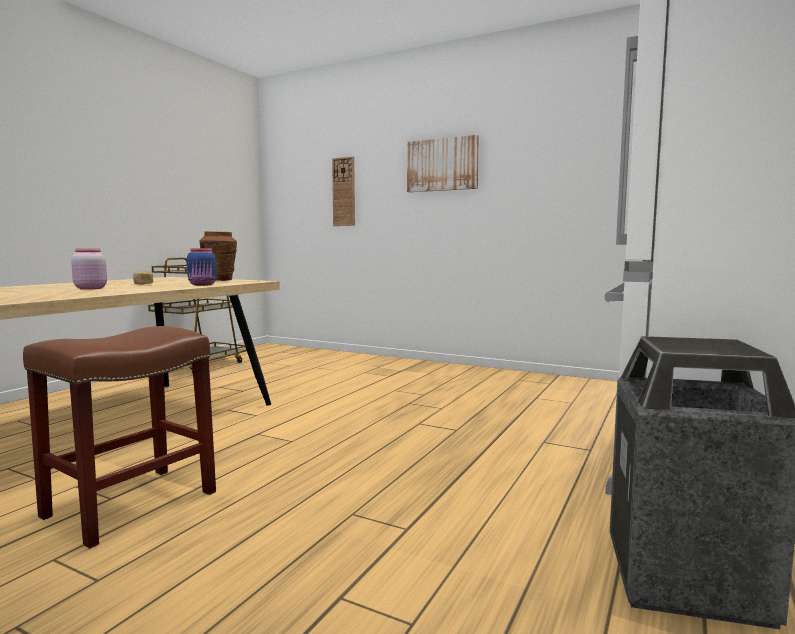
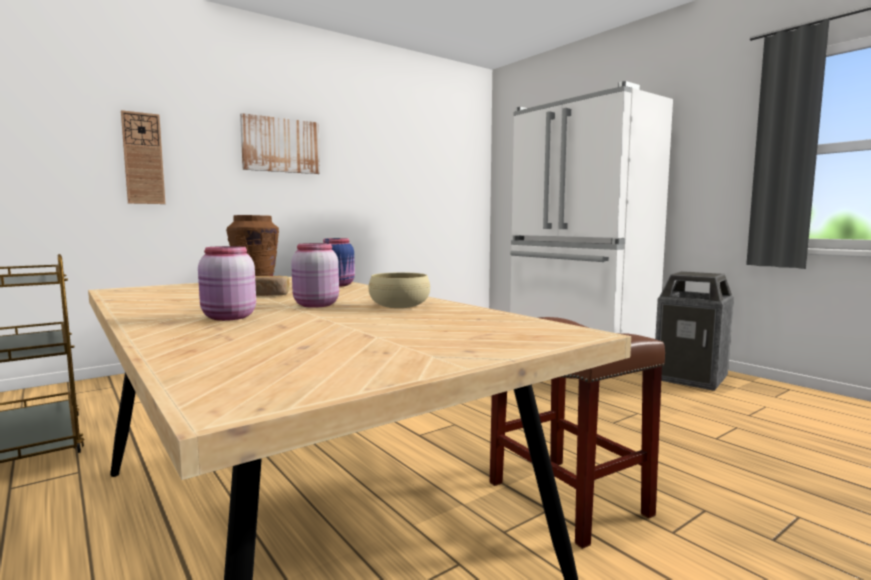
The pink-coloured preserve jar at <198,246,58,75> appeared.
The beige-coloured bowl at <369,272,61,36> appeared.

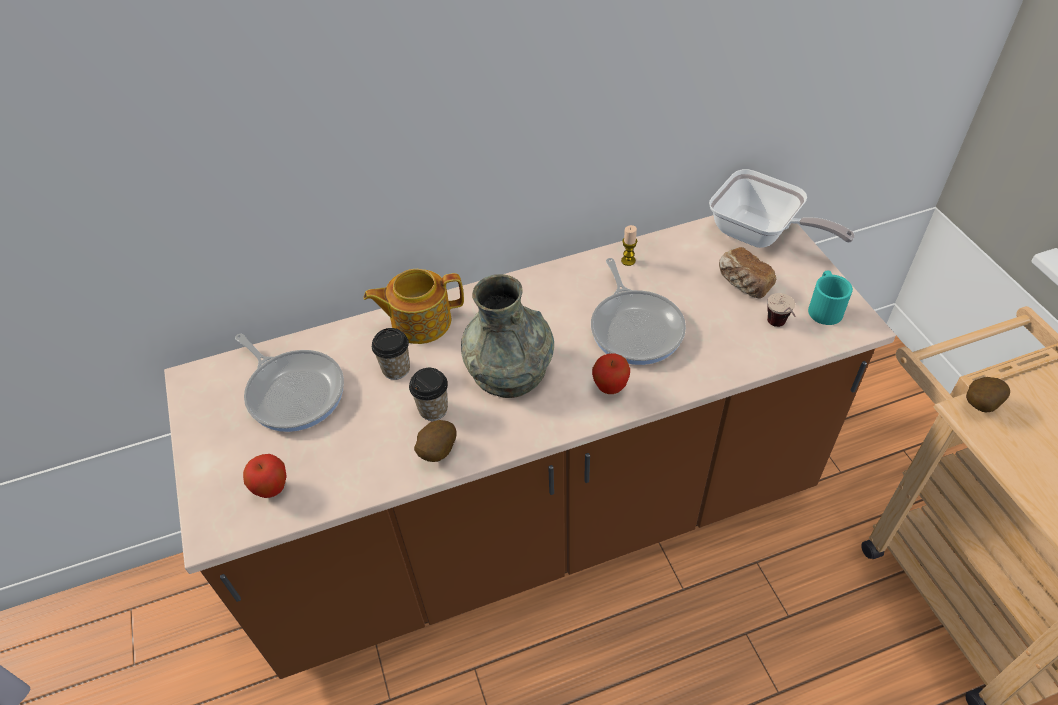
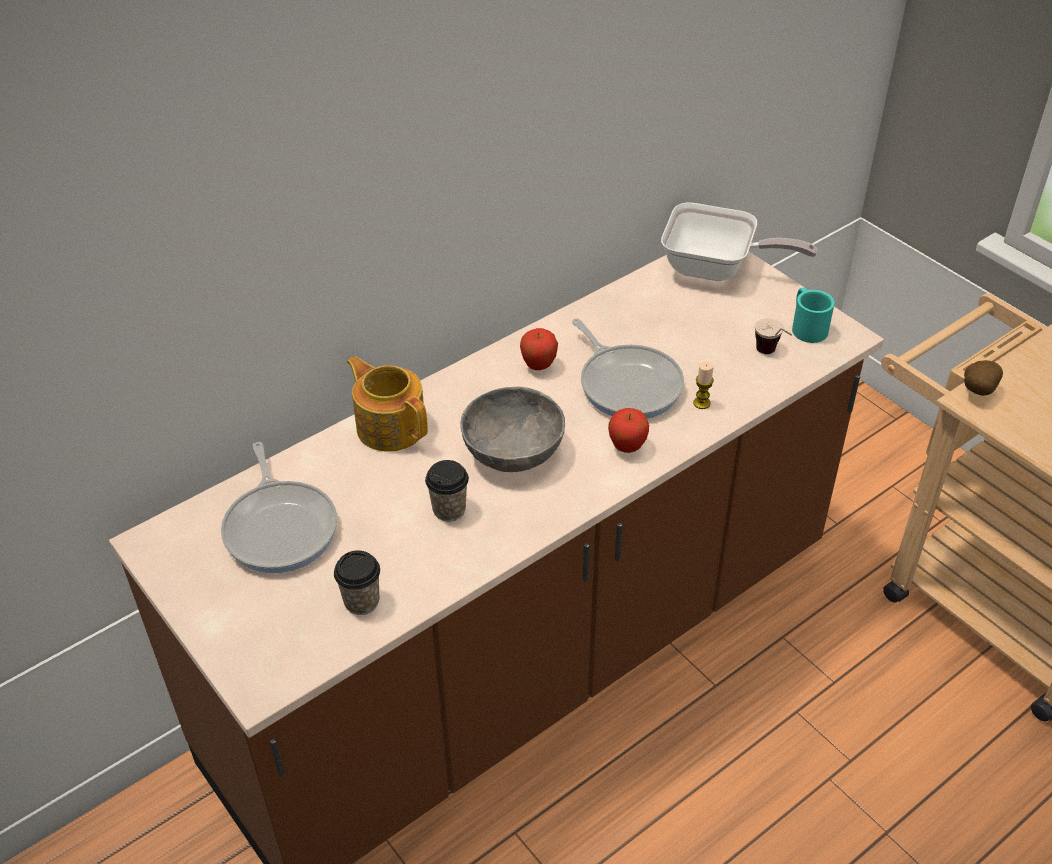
The spud at <414,420,42,42> disappeared.
The bakery bread at <719,247,57,52> disappeared.
The apple moved from <243,454,44,44> to <520,328,38,42>.
The drinking cup moved from <372,328,38,52> to <334,550,46,65>.
The candle moved from <621,225,16,41> to <693,361,21,48>.
The greyish vase at <461,274,93,124> was replaced by the greyish bowl at <460,387,105,85>.
The skillet at <235,334,109,98> turned 45 degrees clockwise.
The teapot at <364,269,100,75> turned 75 degrees clockwise.

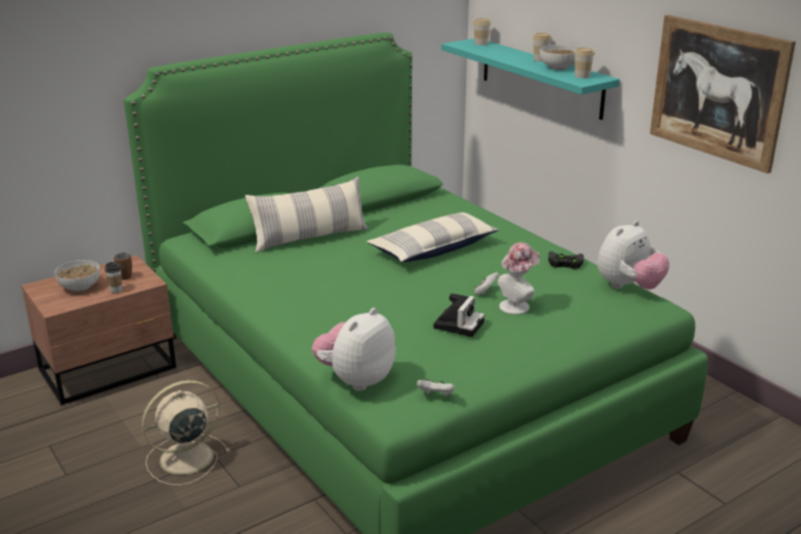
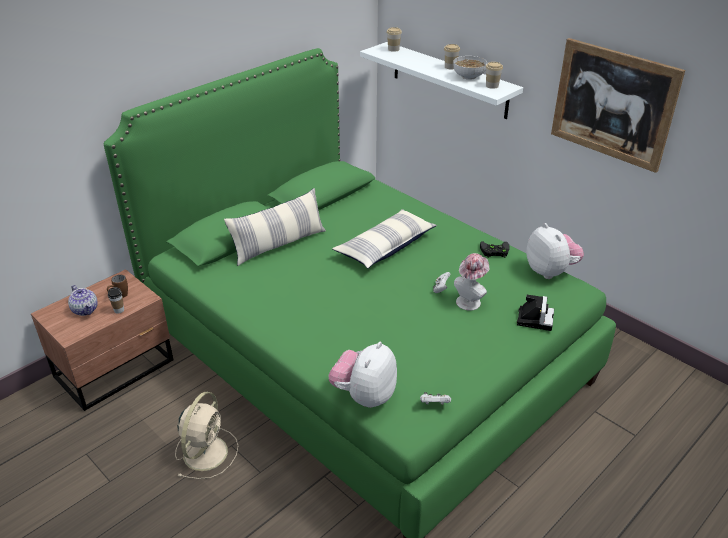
The photo camera moved from <433,293,52,44> to <517,295,37,36>.
The bowl at <55,260,45,32> was replaced by the teapot at <68,285,30,31>.
The turquoise-coloured shelf at <441,38,179,82> became the white-coloured shelf at <360,42,163,77>.
The beige-coloured cooling fan at <142,380,89,106> turned 150 degrees clockwise.
The soft toy at <597,220,73,70> turned 60 degrees counterclockwise.

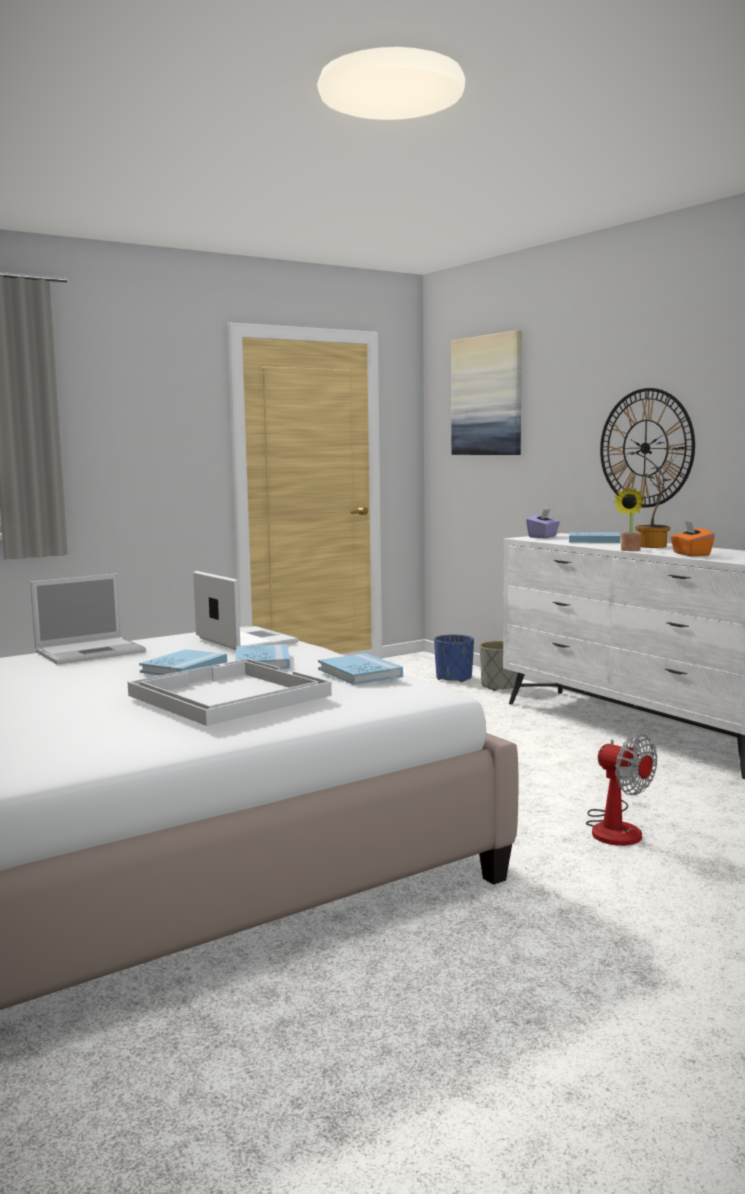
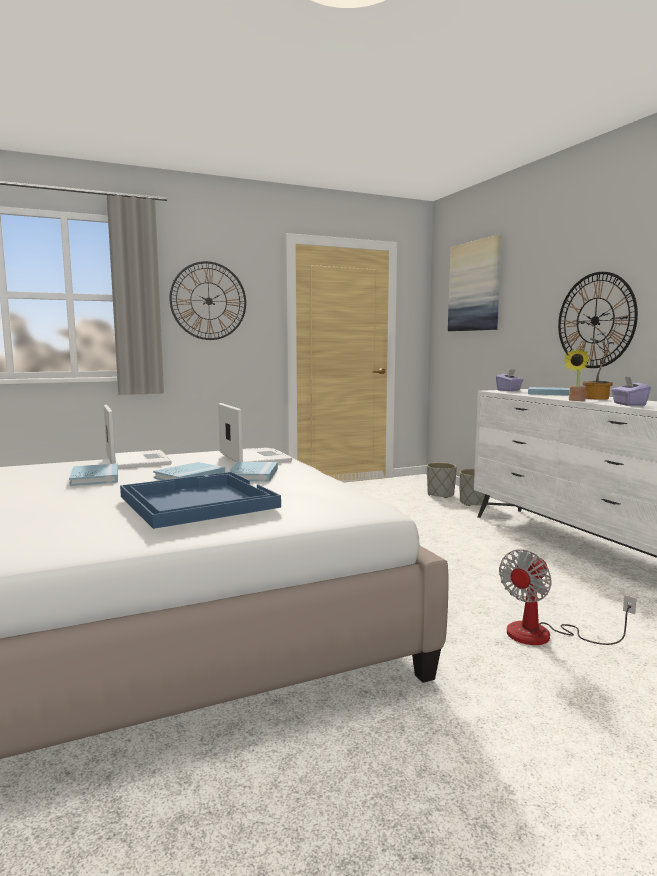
The hanging clock at <169,261,77,79> appeared.
The blue bound book moved from <318,653,85,32> to <69,463,49,23>.
The white-coloured carrying tray at <128,659,204,67> became the blue carrying tray at <120,472,161,57>.
The blue plant pot at <434,635,40,47> became the greyish plant pot at <427,463,30,35>.
The orange-coloured box of tissues at <670,521,45,35> became the purple-coloured box of tissues at <611,376,40,30>.
The notebook computer at <30,573,116,91> turned 90 degrees counterclockwise.
The cooling fan at <586,734,71,112> turned 75 degrees clockwise.

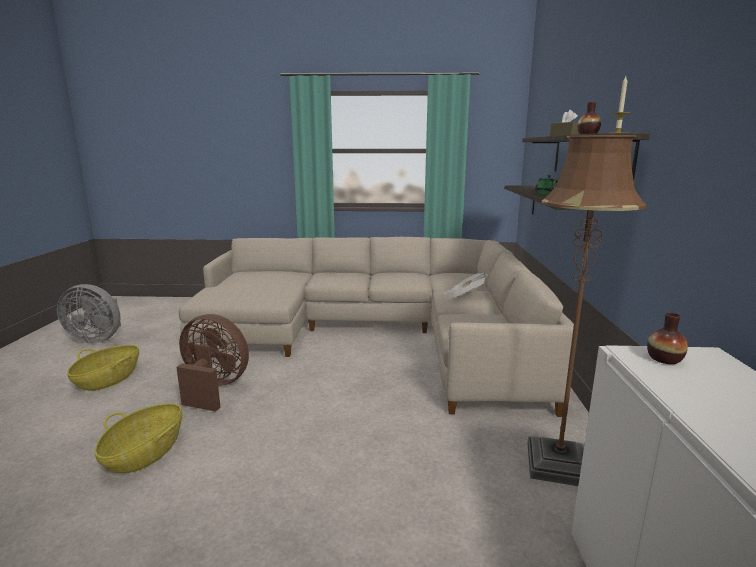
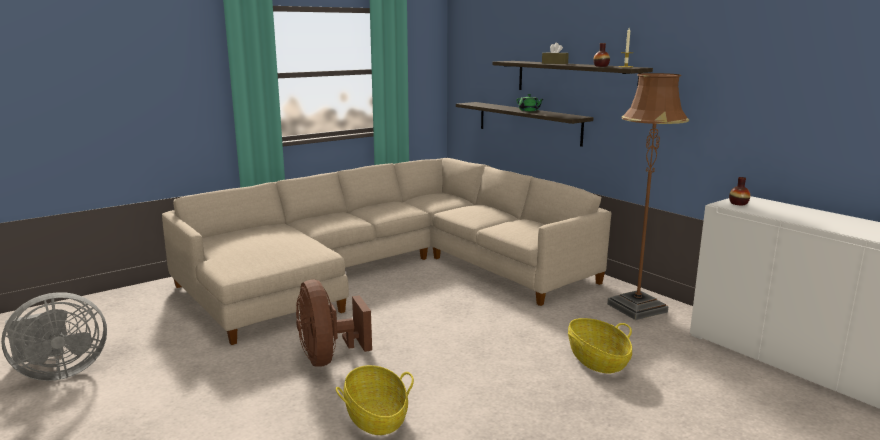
The daily paper at <443,273,45,26> disappeared.
The household basket moved from <67,345,72,46> to <568,318,64,55>.
The brown-coloured cooling fan at <176,314,73,98> turned 90 degrees counterclockwise.

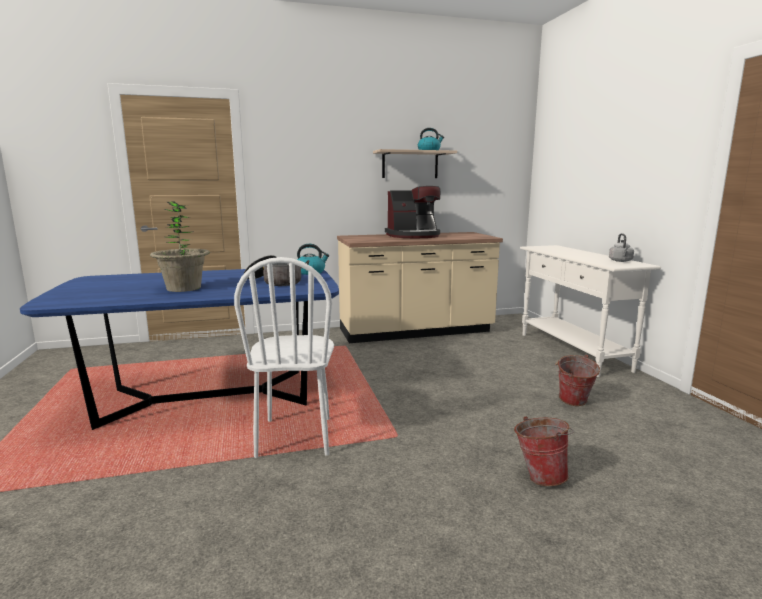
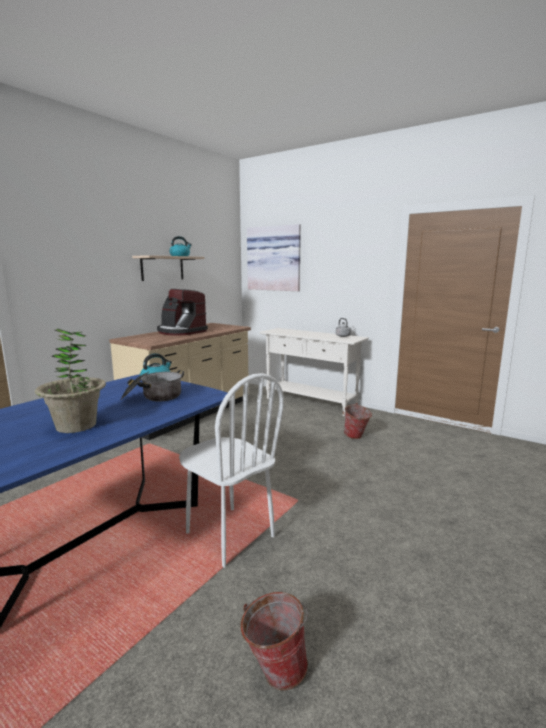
The wall picture at <247,224,54,67> appeared.
The water bucket moved from <514,416,59,70> to <241,592,67,98>.
The coffee machine at <385,186,55,52> turned 90 degrees clockwise.

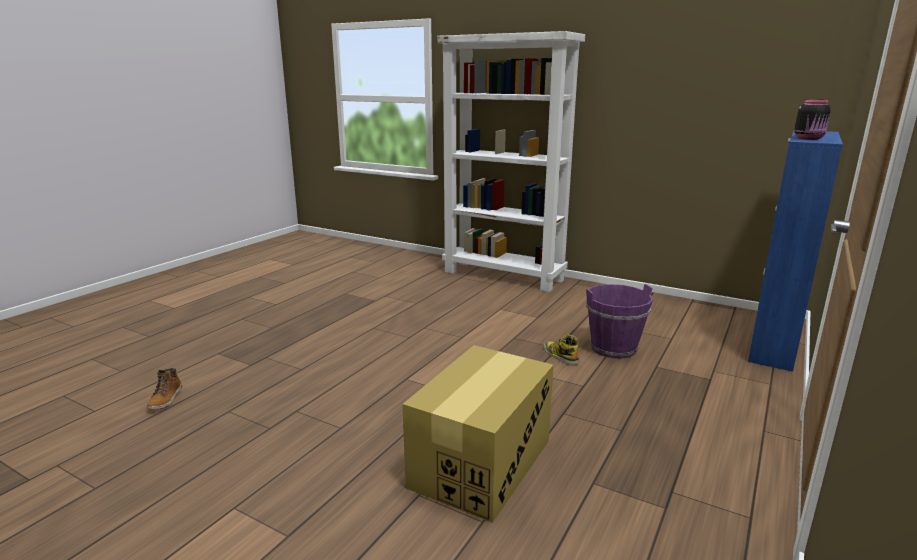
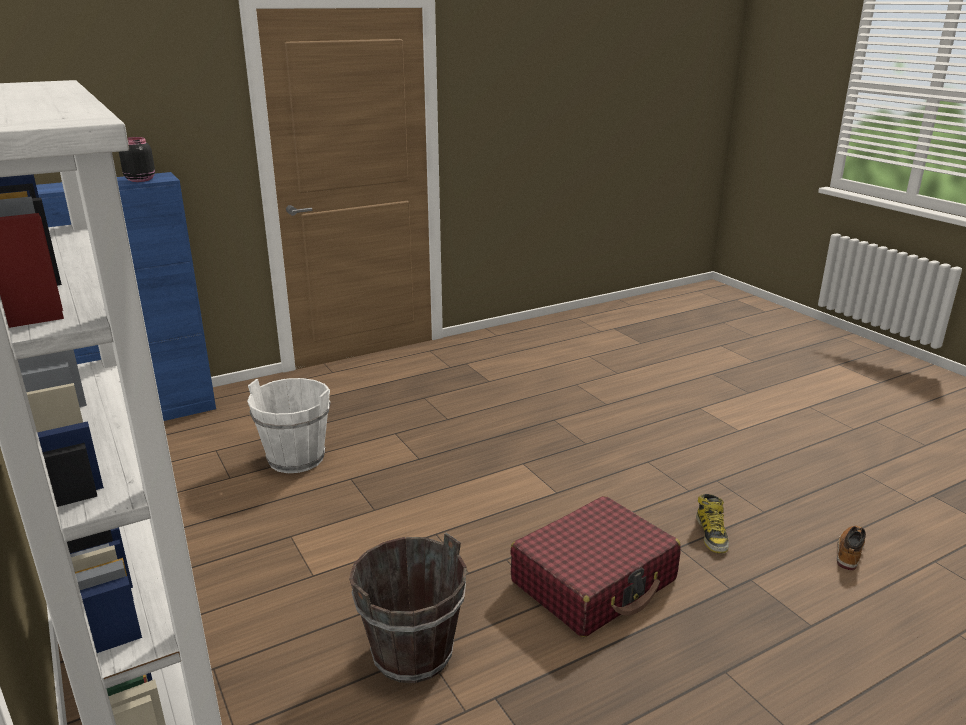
The carton at <402,345,152,178> disappeared.
The brown-coloured water bucket at <349,533,118,150> appeared.
The red-coloured travel case at <510,496,171,141> appeared.
The tall boot moved from <544,335,35,30> to <696,494,33,59>.
The purple-coloured water bucket at <586,284,67,75> became the white-coloured water bucket at <247,378,84,95>.

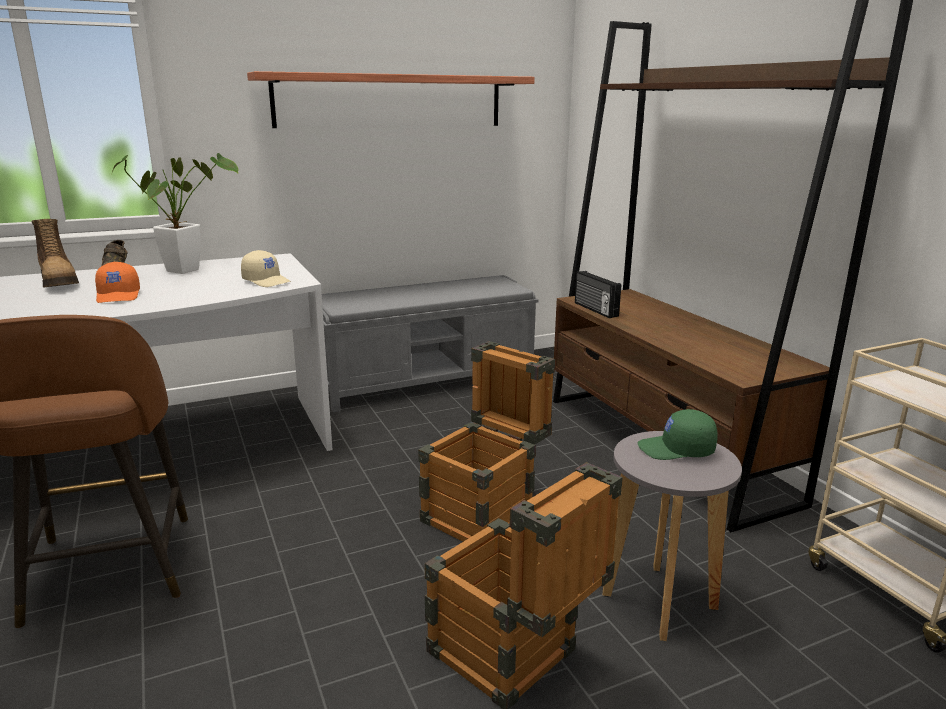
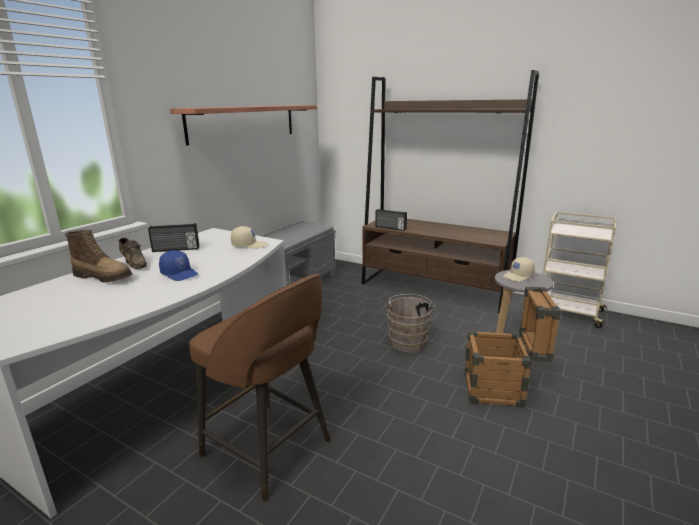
The plant in a pot at <112,153,126,121> was replaced by the radio receiver at <148,223,51,29>.
The shipping crate at <418,341,137,201> was replaced by the brown-coloured water bucket at <385,294,51,59>.
The orange-coloured peaked cap at <95,262,45,41> became the blue peaked cap at <159,250,39,31>.
The greenish peaked cap at <638,409,80,51> became the beige-coloured peaked cap at <503,257,32,25>.

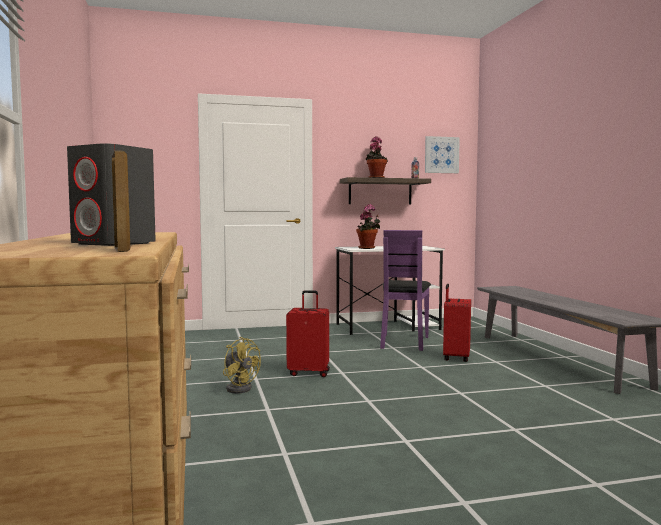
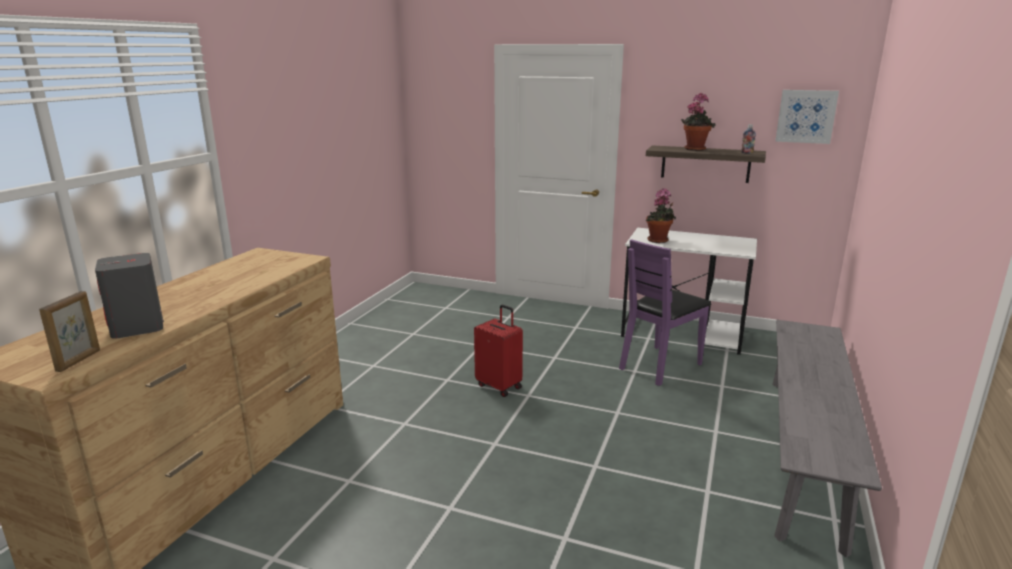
The yellow cooling fan at <223,337,38,56> disappeared.
The red-coloured travel case at <443,284,28,78> disappeared.

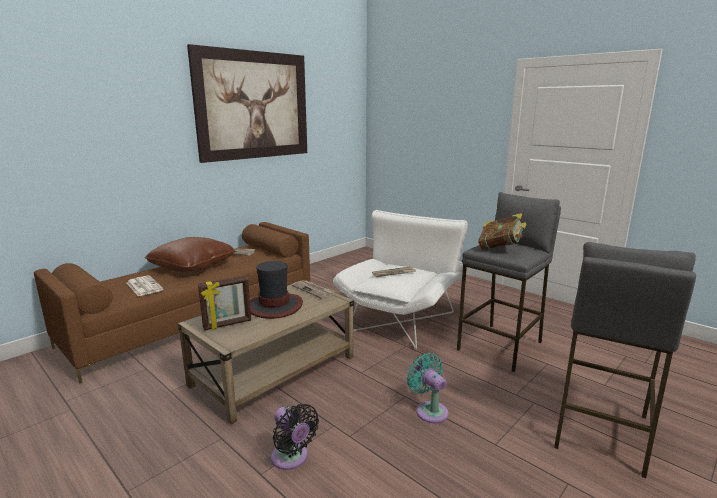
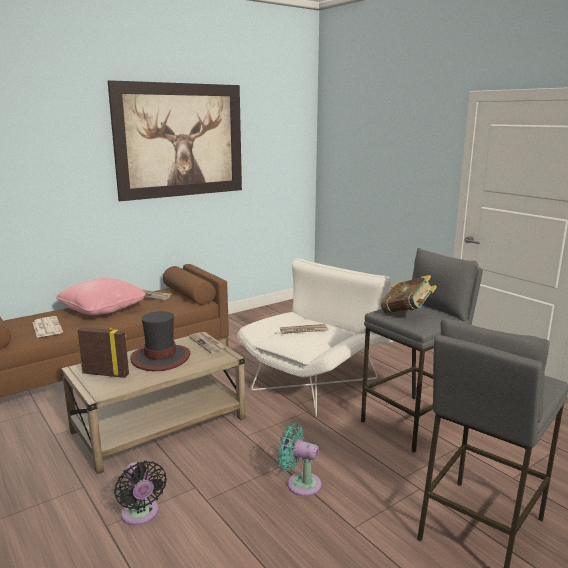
The brown-coloured cushion at <145,237,90,35> became the pink-coloured cushion at <56,278,90,37>.
The photo frame at <198,276,53,54> turned 150 degrees counterclockwise.
The turquoise-coloured cooling fan at <406,353,43,70> turned 45 degrees counterclockwise.

